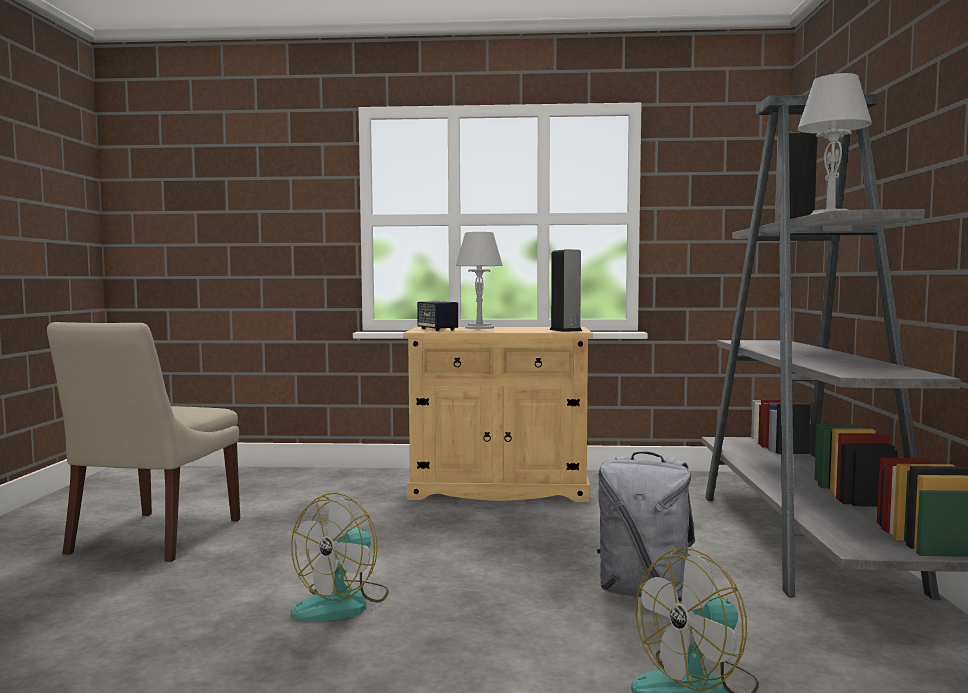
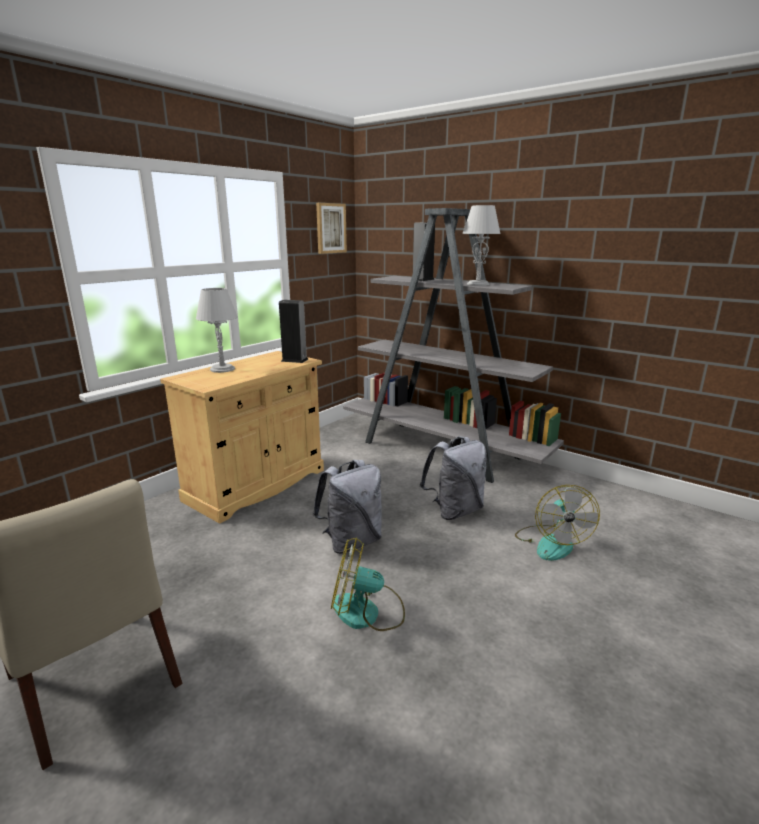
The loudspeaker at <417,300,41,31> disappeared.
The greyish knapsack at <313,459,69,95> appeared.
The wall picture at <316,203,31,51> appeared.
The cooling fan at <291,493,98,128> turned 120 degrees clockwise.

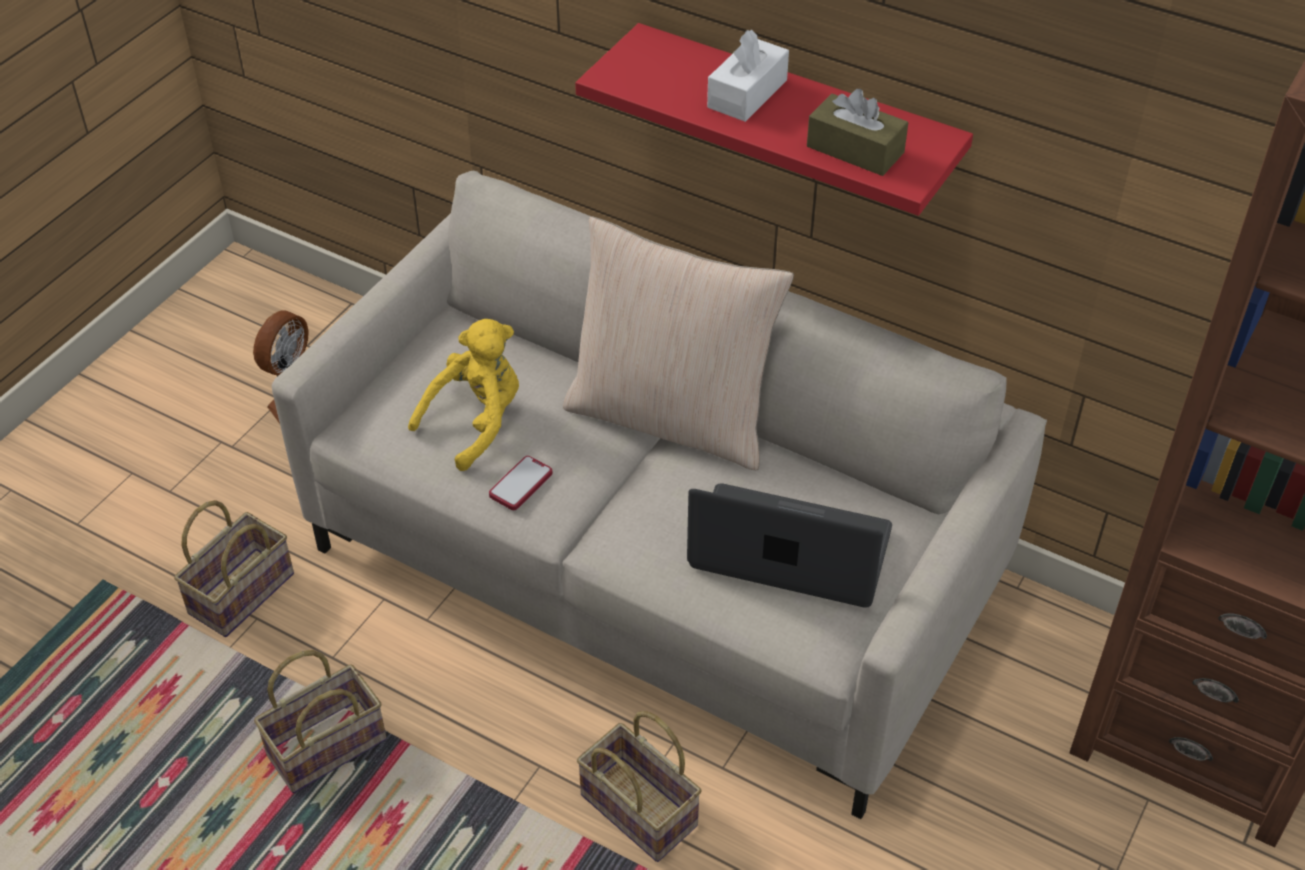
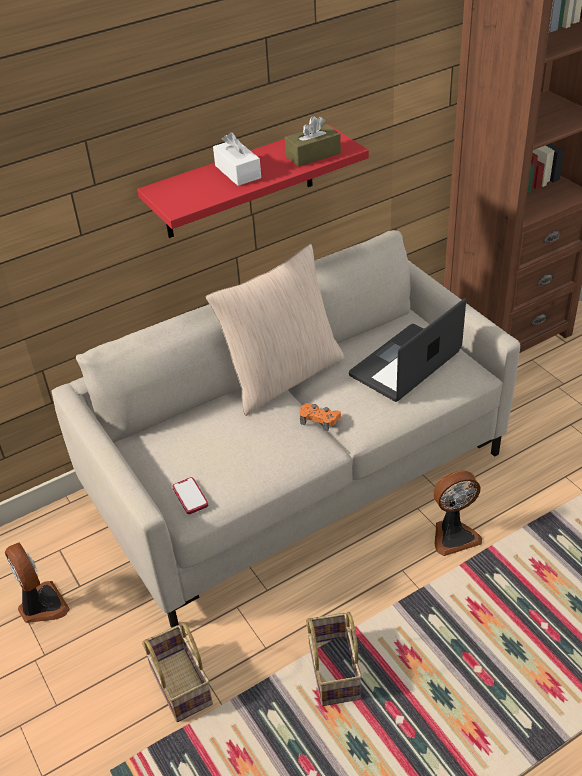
The yellow soft toy at <408,319,111,152> disappeared.
The orange-coloured joypad at <300,403,41,28> appeared.
The telephone moved from <489,456,63,54> to <172,477,36,37>.
The household basket at <577,711,124,151> was replaced by the cooling fan at <433,471,49,85>.

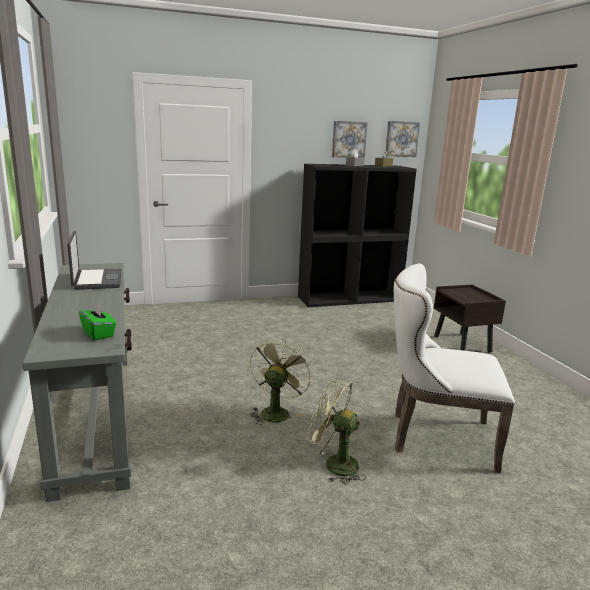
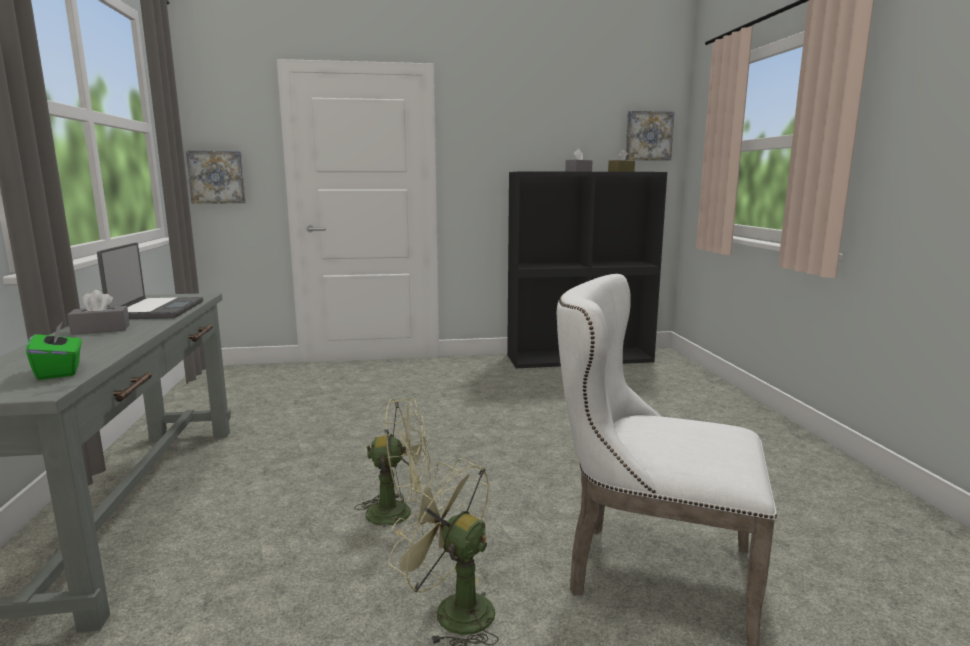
The brown-coloured nightstand at <434,284,72,69> disappeared.
The greyish box of tissues at <67,290,63,45> appeared.
The wall picture moved from <332,121,36,37> to <186,151,60,53>.
The greenish cooling fan at <250,338,62,87> turned 60 degrees clockwise.

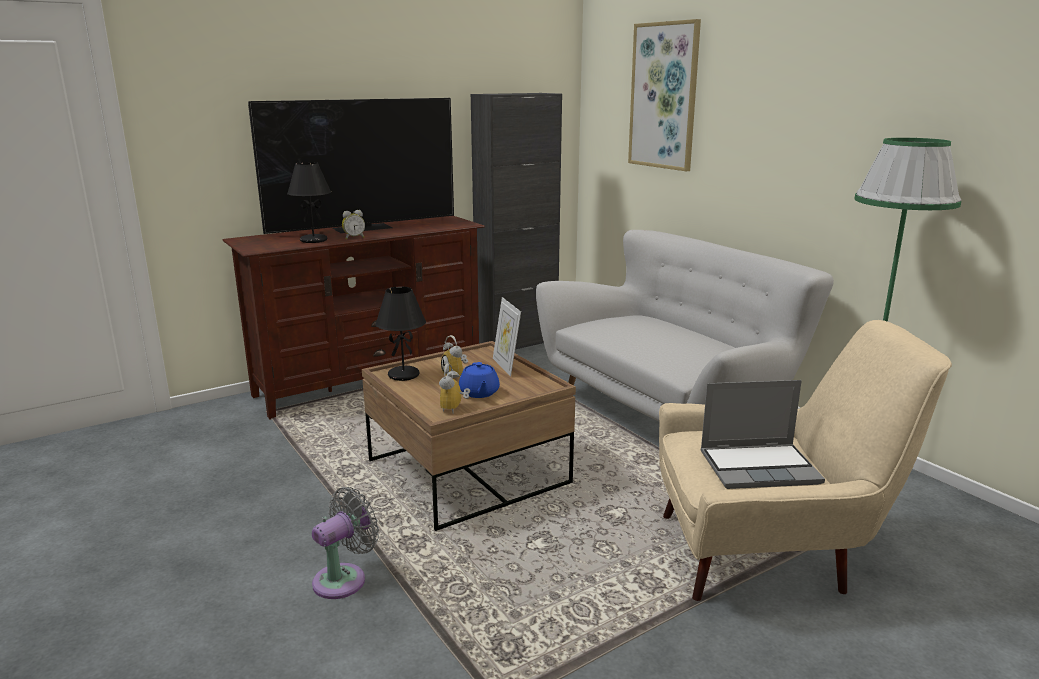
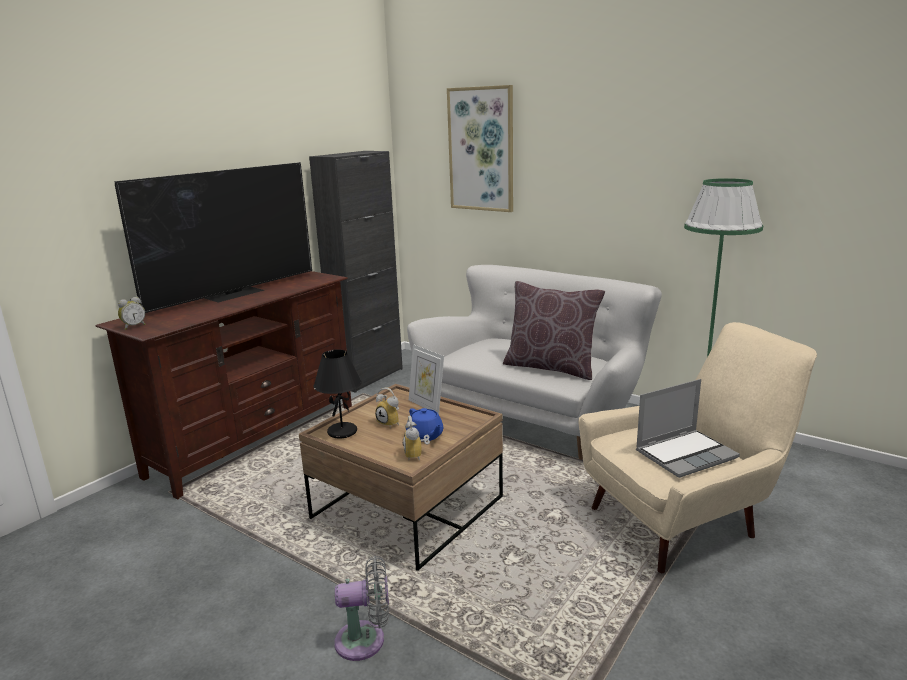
The black tabletop lamp at <287,162,44,81> disappeared.
The brown-coloured cushion at <503,281,102,99> appeared.
The alarm clock moved from <342,210,23,29> to <118,297,28,33>.
The greyish cooling fan at <312,487,67,112> turned 60 degrees clockwise.

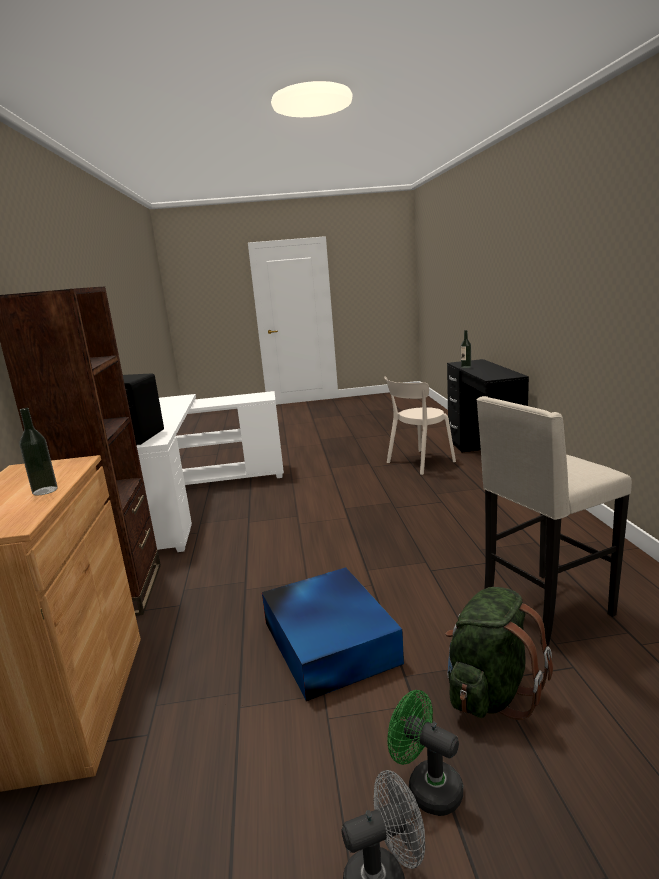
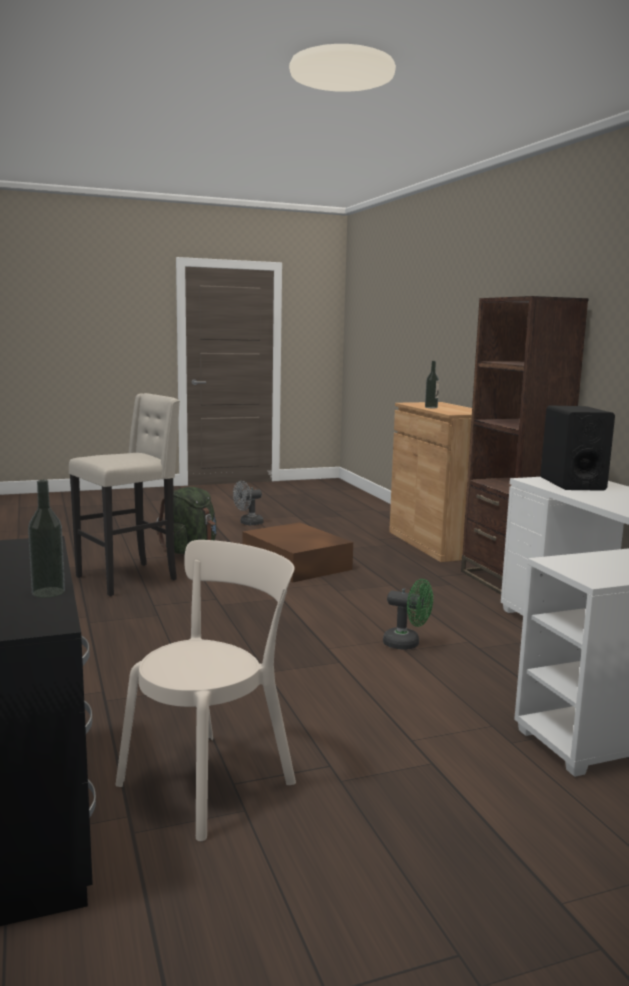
The greenish cooling fan moved from <387,690,76,126> to <383,579,50,71>.
The blue storage box at <262,567,142,134> became the brown-coloured storage box at <243,522,110,60>.

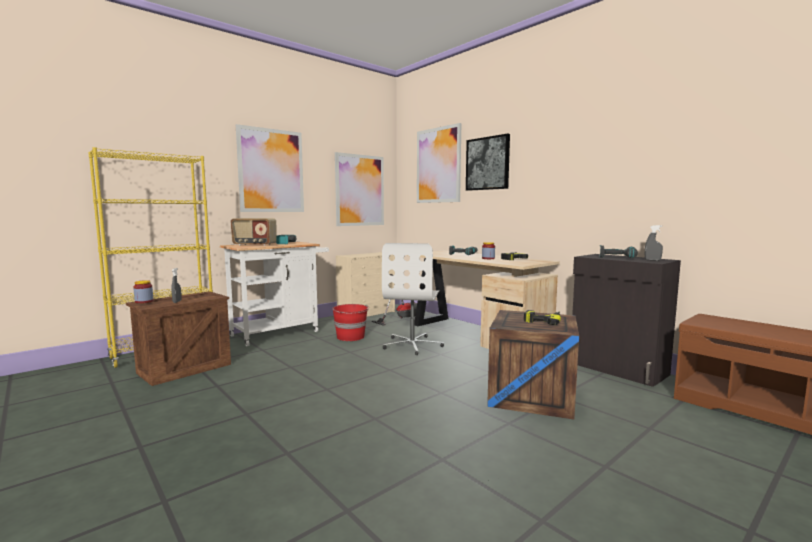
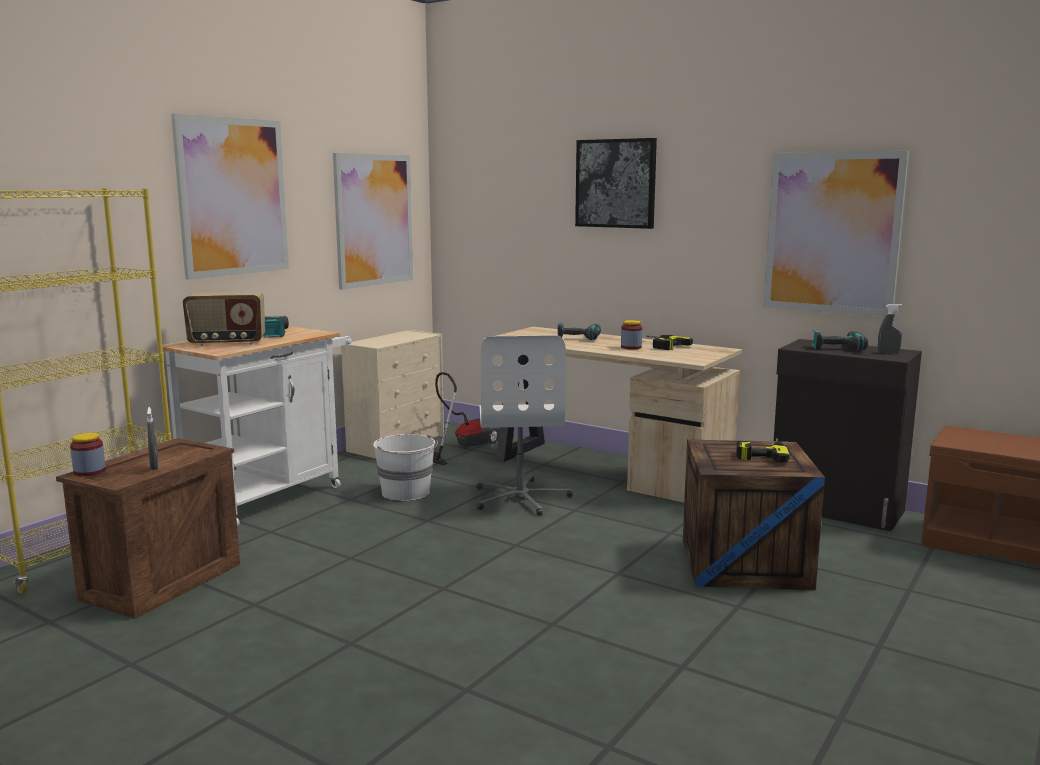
The wall picture moved from <417,123,44,80> to <763,151,146,166>.
The red-coloured water bucket at <332,304,37,37> became the white-coloured water bucket at <373,434,65,67>.

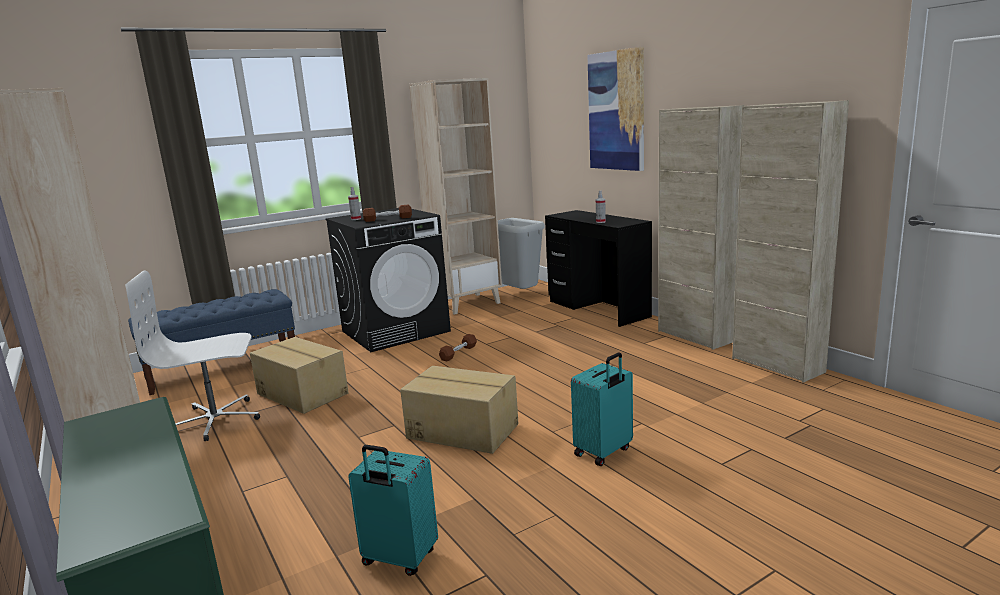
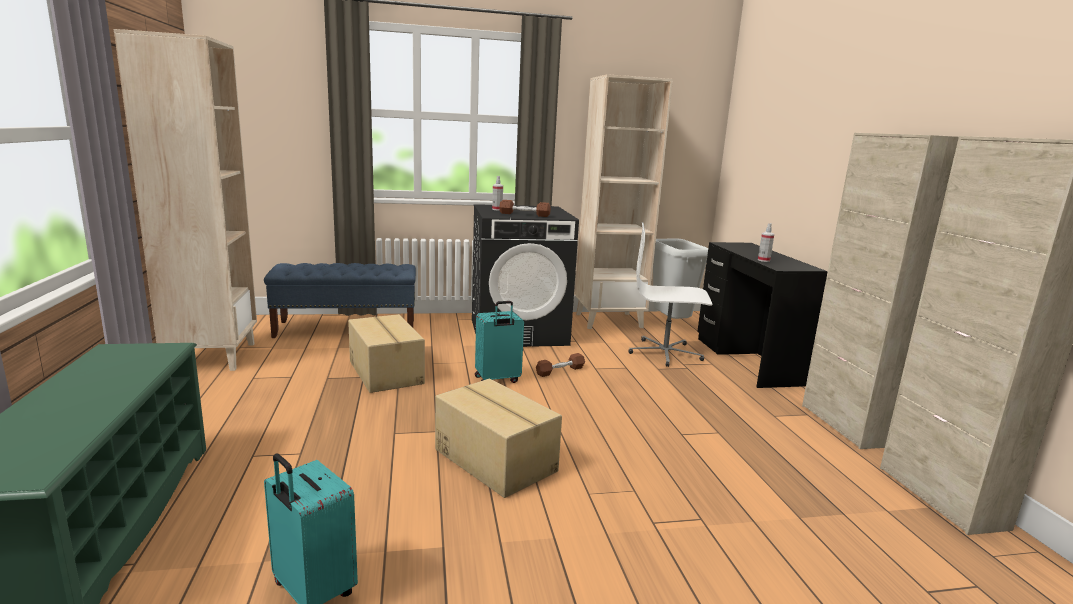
The wall picture at <587,46,57,125> disappeared.
The white-coloured office chair moved from <125,270,135,171> to <628,222,84,145>.
The turquoise-coloured travel case moved from <571,352,62,114> to <475,301,49,82>.

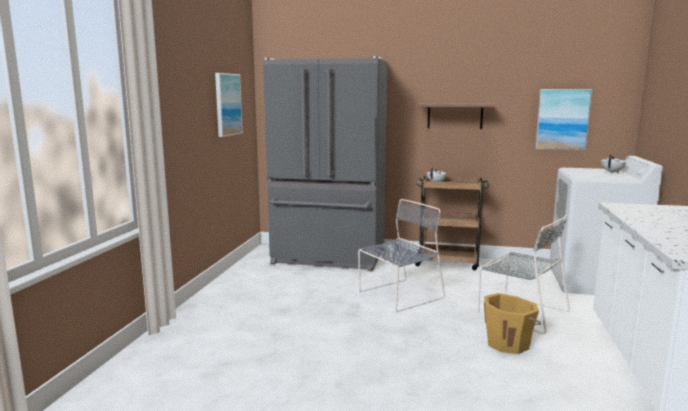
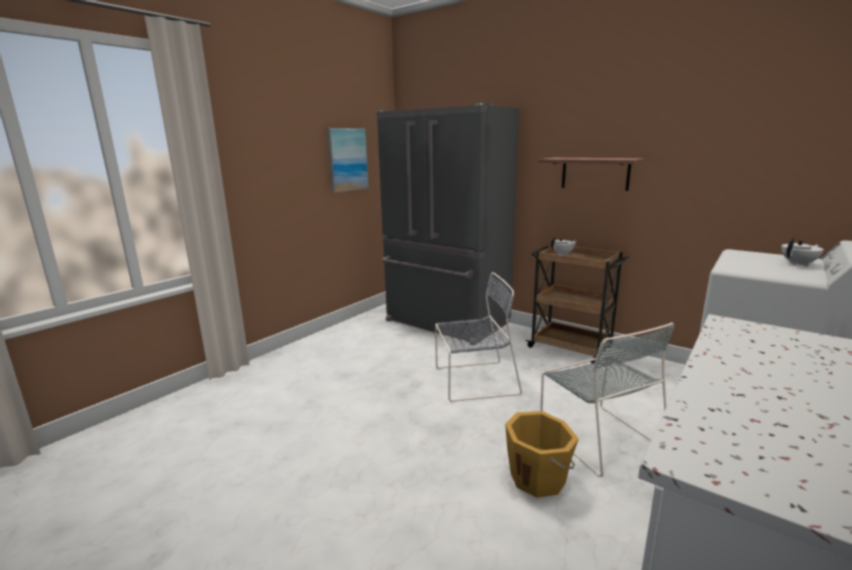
The wall picture at <535,89,58,61> disappeared.

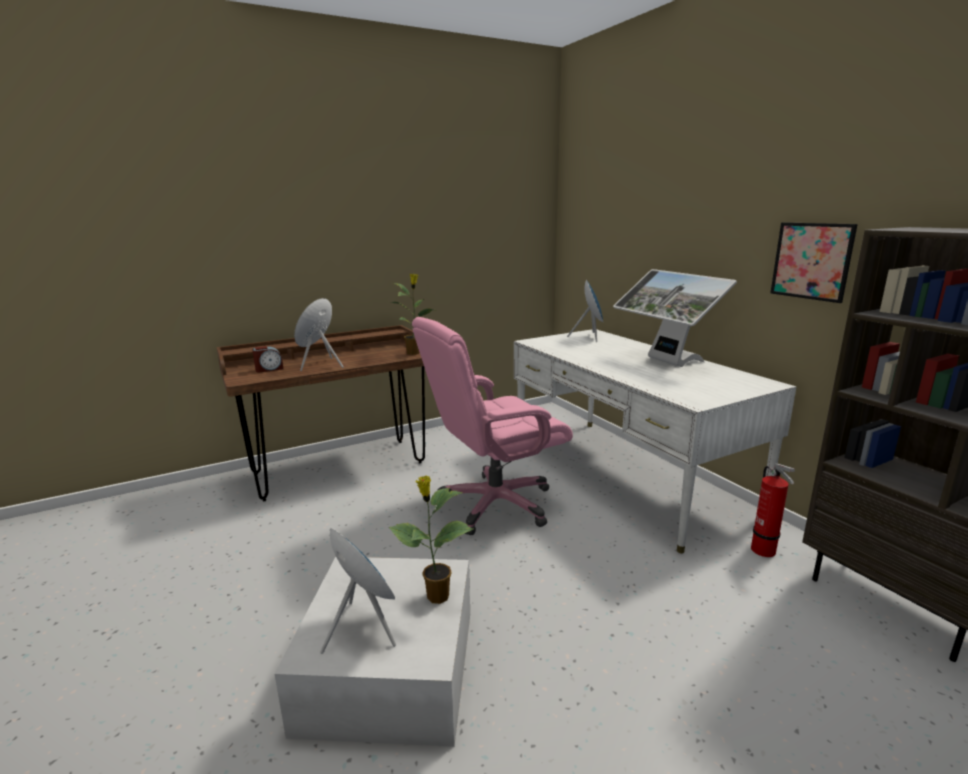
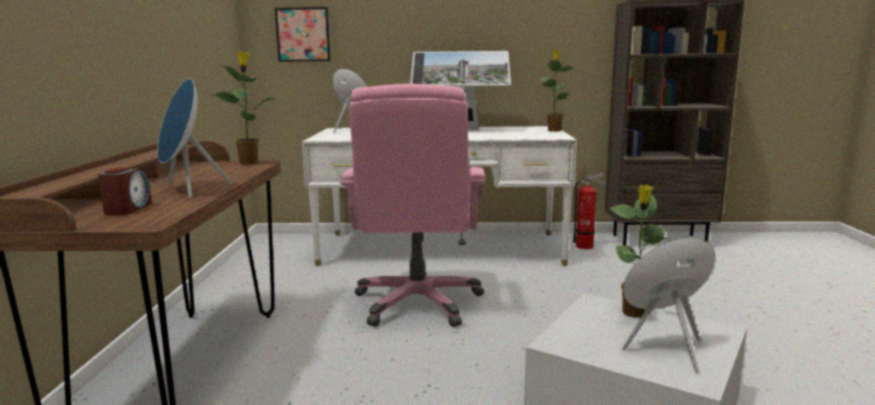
The plant in a pot at <539,50,37,82> appeared.
The wall picture moved from <770,222,88,81> to <275,7,55,55>.

